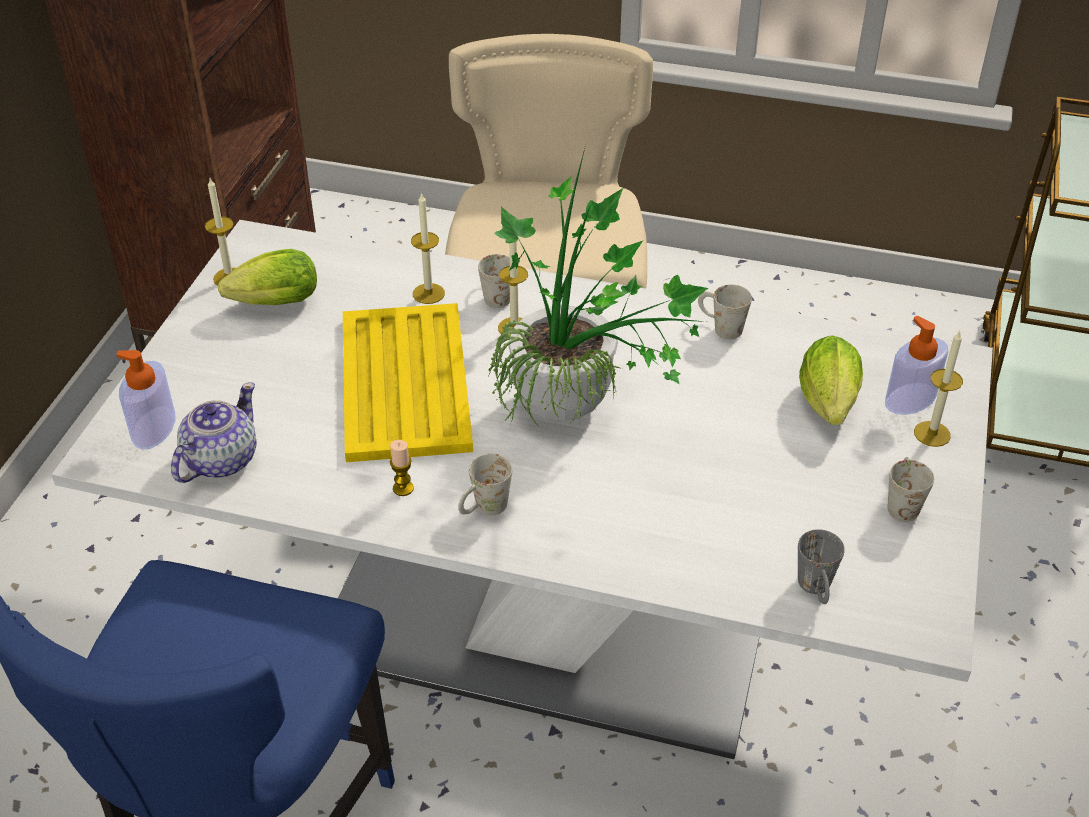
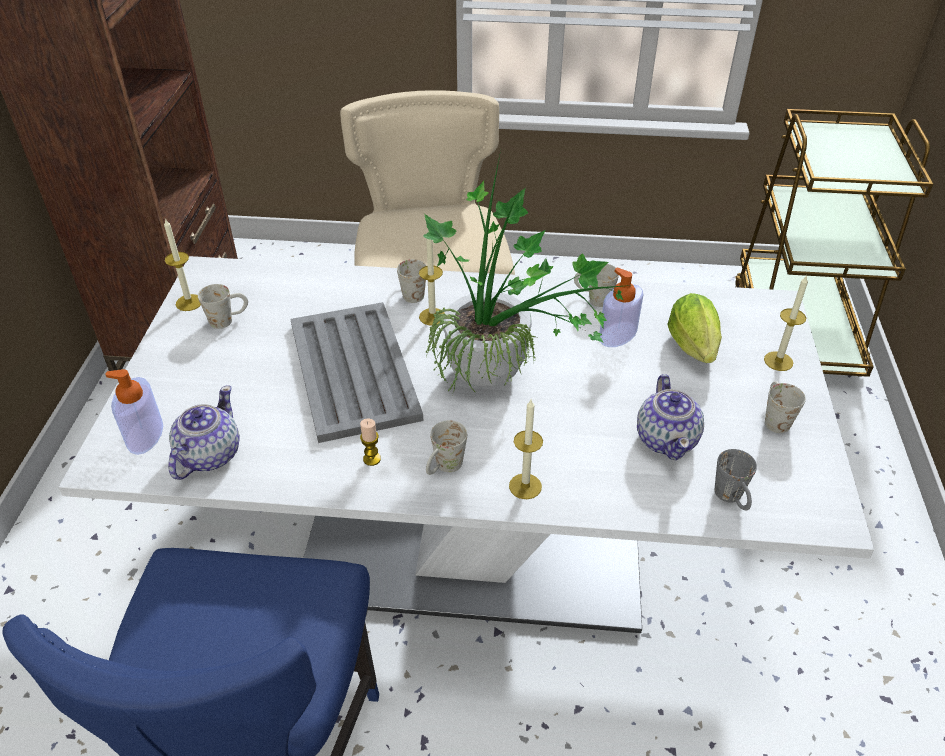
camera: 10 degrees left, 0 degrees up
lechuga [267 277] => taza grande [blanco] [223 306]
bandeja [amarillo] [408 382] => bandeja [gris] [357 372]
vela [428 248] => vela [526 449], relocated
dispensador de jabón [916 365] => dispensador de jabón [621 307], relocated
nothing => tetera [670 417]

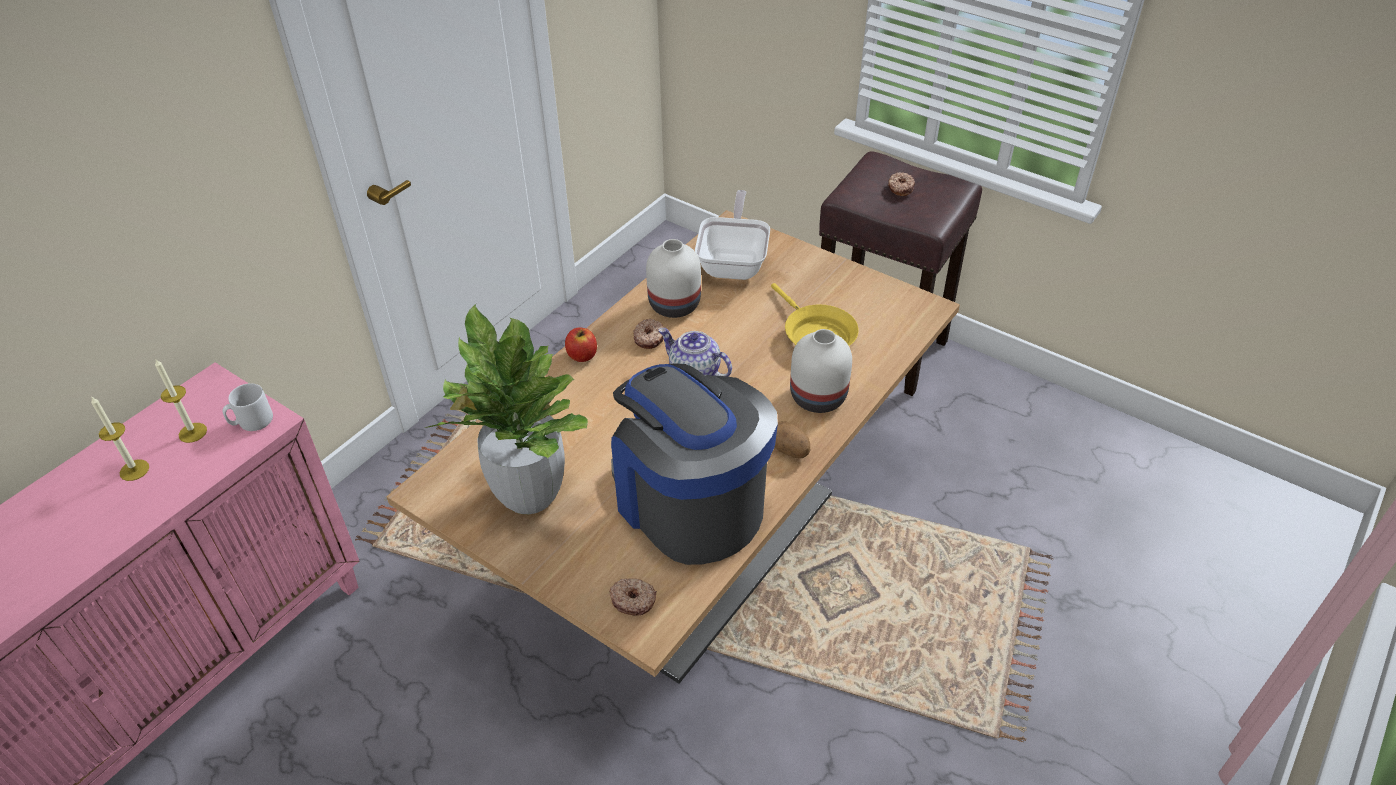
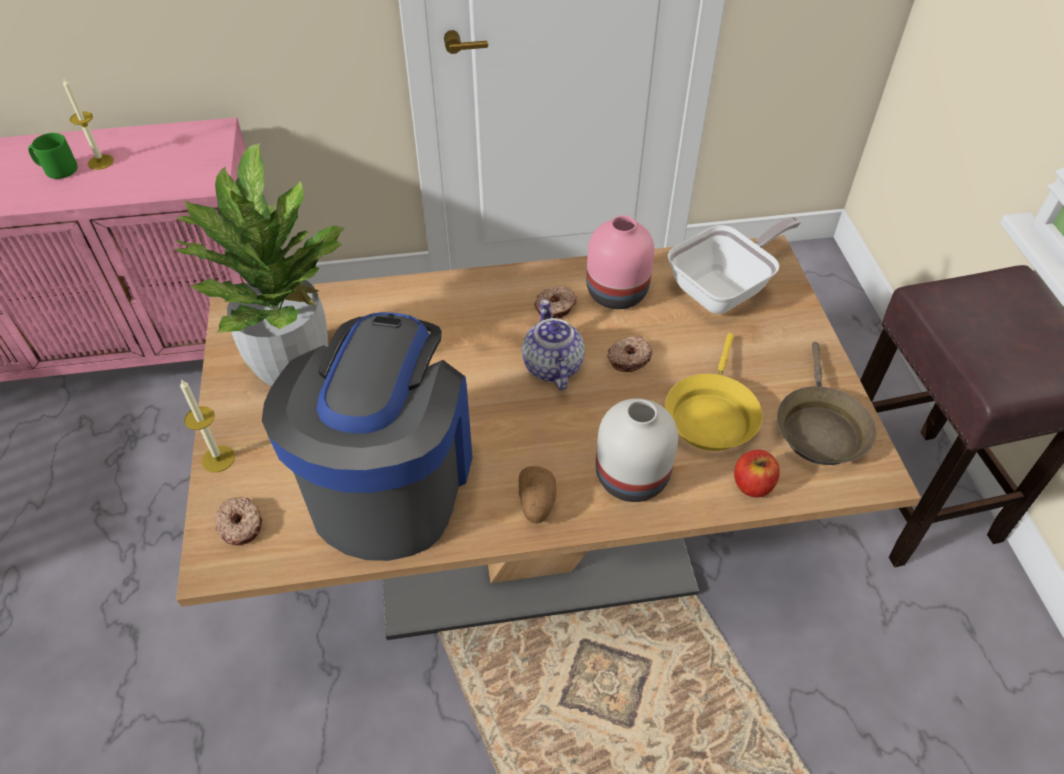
camera: 45 degrees right, 5 degrees up
vela [181 400] => vela [207 425], relocated
taza grande [gris] [248 407] => nothing
manzana [581 344] => manzana [757 473], relocated
florero [blanco] [673 278] => florero [rosa] [620 262]
rosquilla [901 184] => rosquilla [629 354], relocated
nothing => taza grande [verde] [53 156]
nothing => sartén [marrón] [827 403]

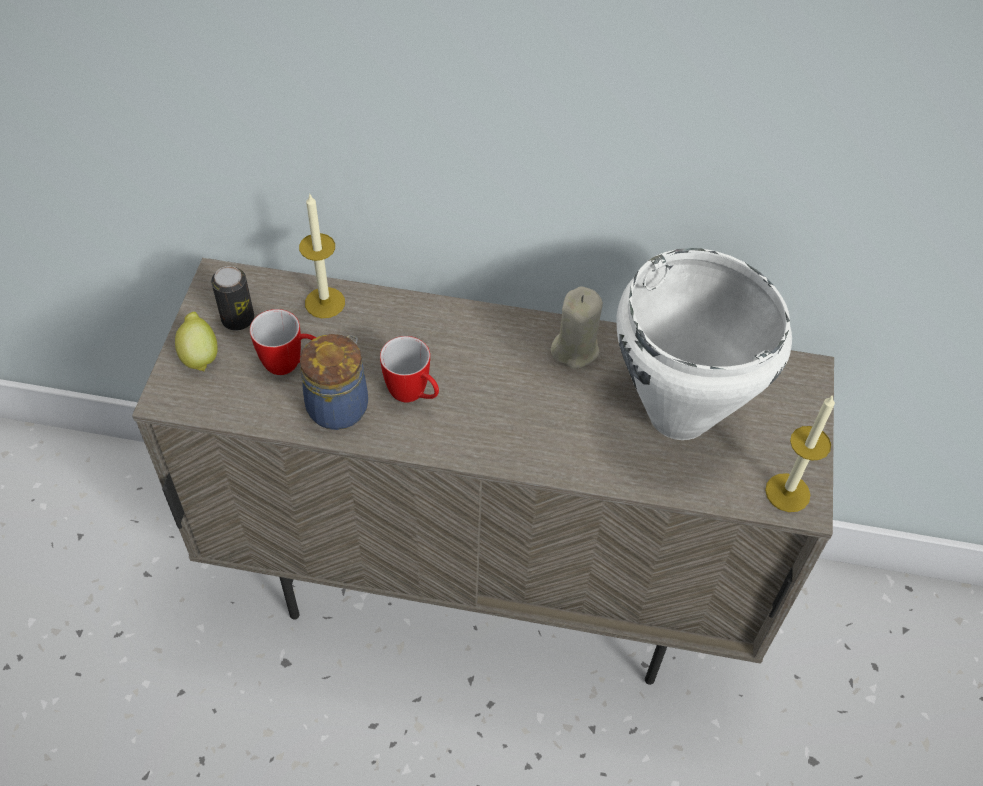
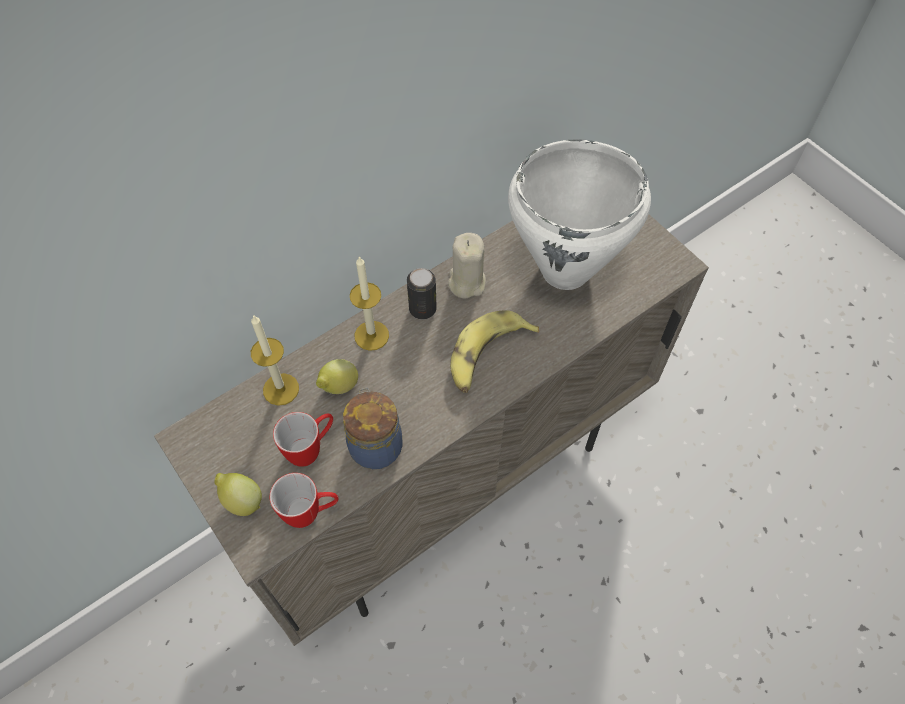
camera: 45 degrees left, 5 degrees up
lata [232 298] => lata [422 293], relocated
taza grande [409 369] => taza grande [304 500], relocated
vela [800 453] => vela [369 303], relocated
nothing => limón [337 376]
nothing => plátano [494 351]

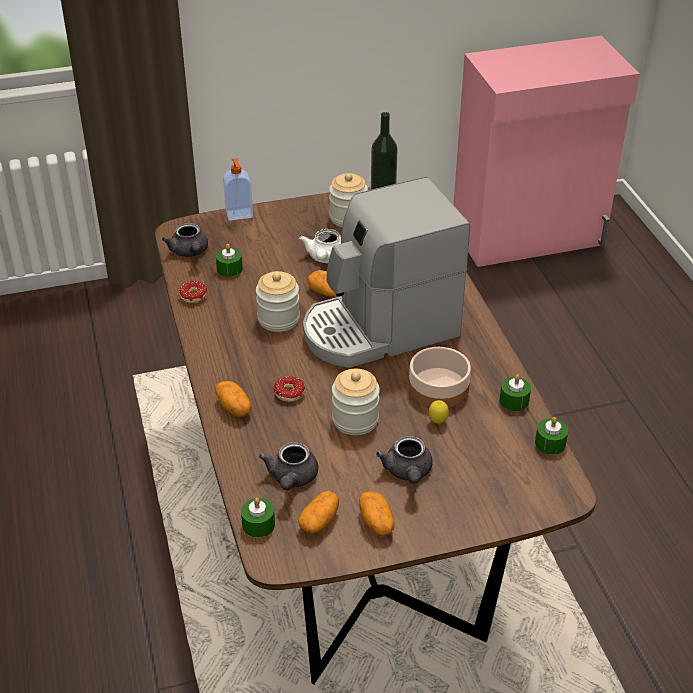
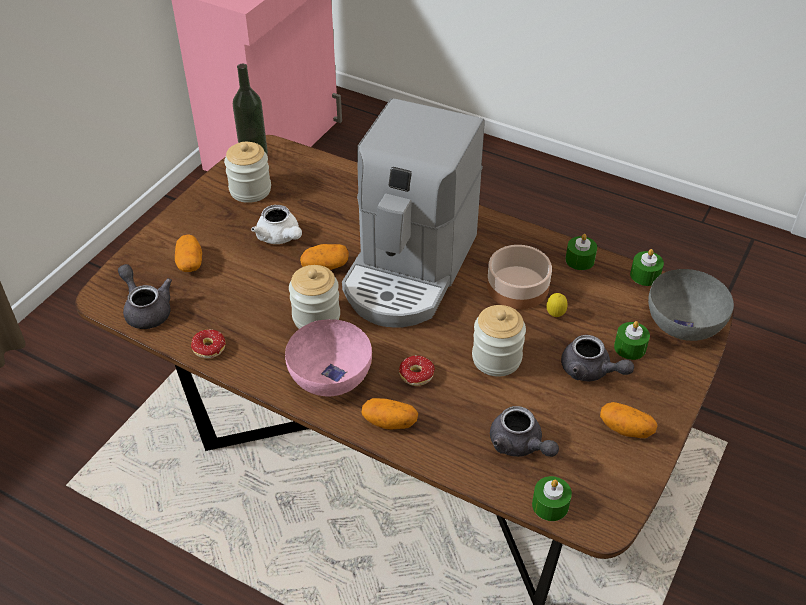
camera: 45 degrees left, 5 degrees up
tetera [gris] [185 240] => tetera [gris] [145 296], 150 degrees counterclockwise
vela [verde] [229 260] => vela [verde] [632 340], relocated
dispensador de jabón [238 189] => nothing
patata [318 512] => patata [188 253], relocated
nothing => cuenco [rosa] [328 357]
nothing => cuenco [gris] [691 305]

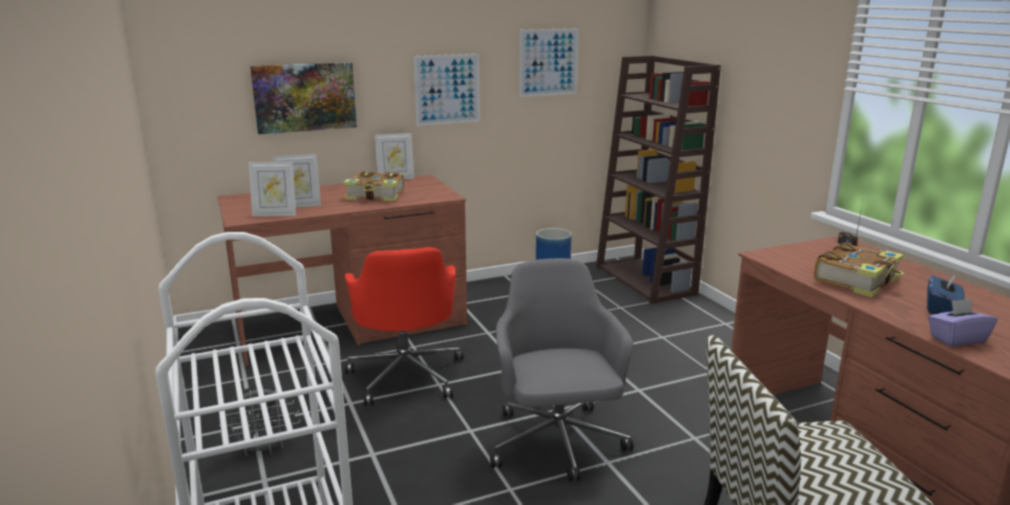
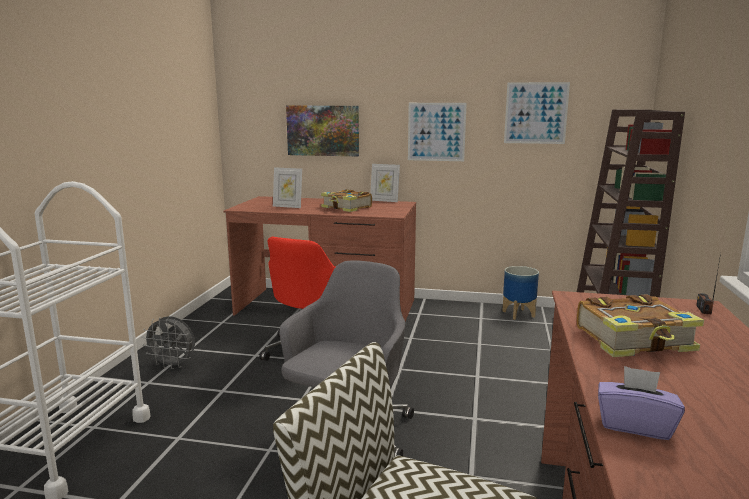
camera: 35 degrees right, 5 degrees down
portarretratos [272 189] => nothing
caja de pañuelos [azul] [946 294] => nothing

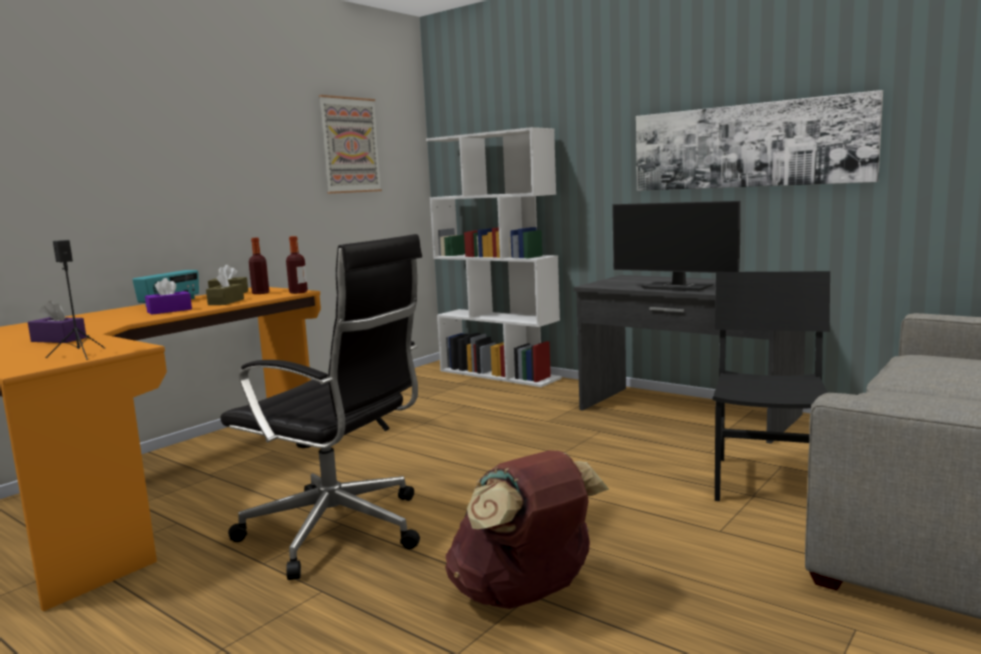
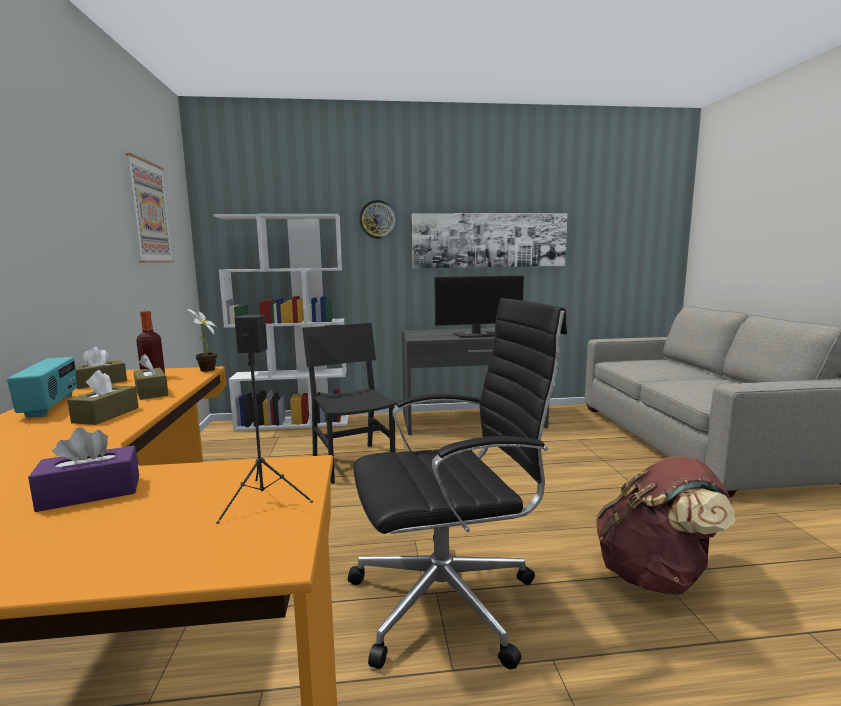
camera: 45 degrees left, 0 degrees up
caja de pañuelos [morado] [168 296] => caja de pañuelos [marrón] [103 397]
botella [297 265] => planta en maceta [202 340]
silla [negro] [771 386] => silla [negro] [349 403], relocated
nothing => reloj de pared [378 219]

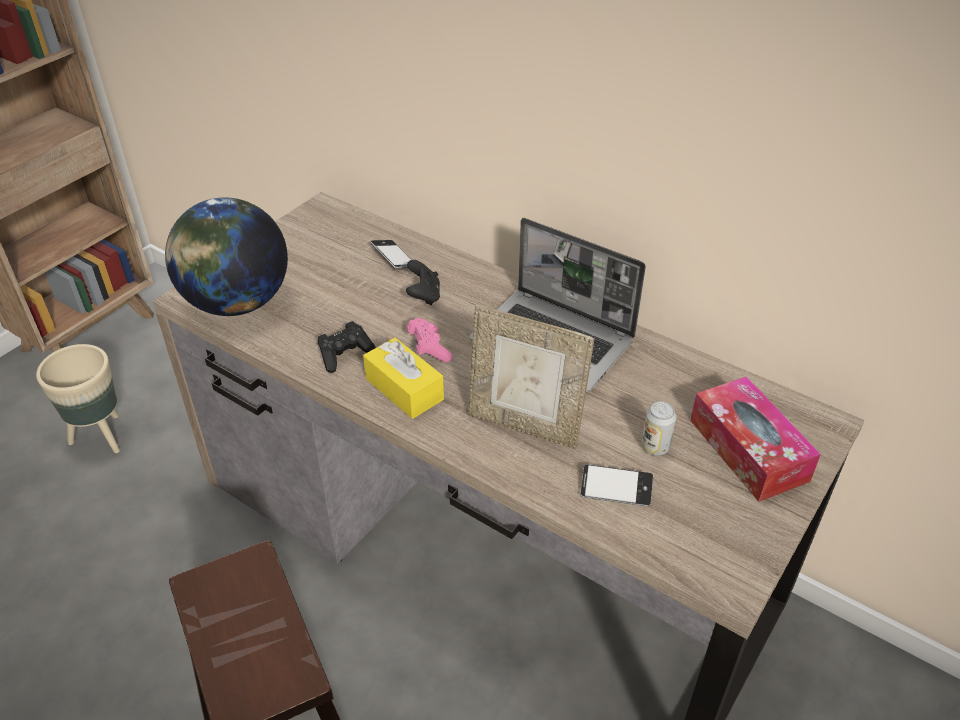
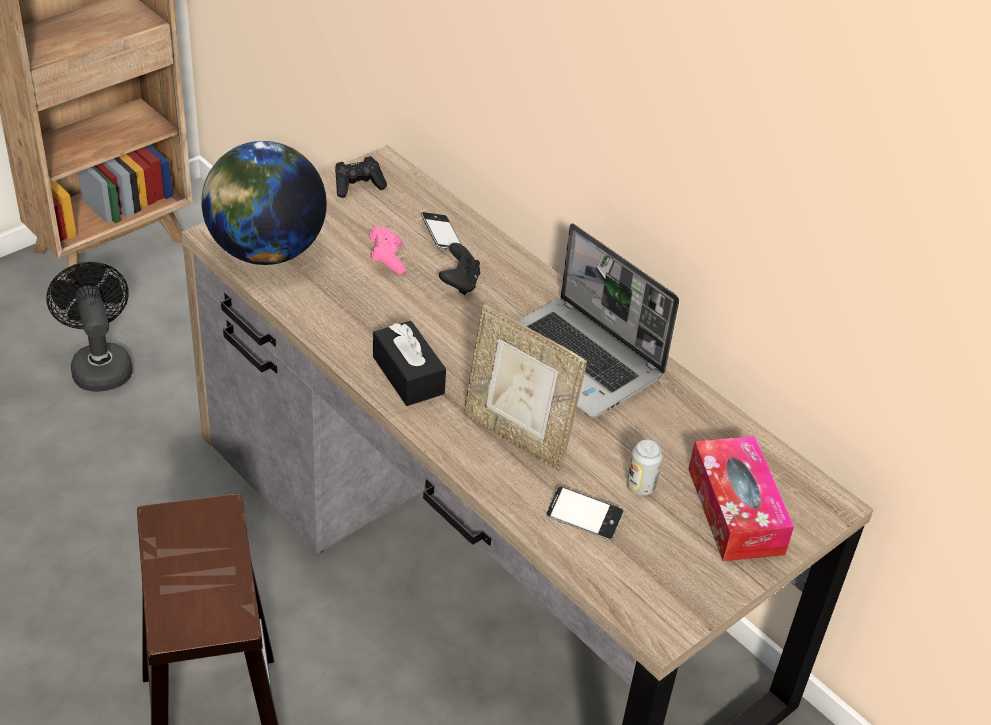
camera: 10 degrees right, 0 degrees up
maceta [beis] [78 398] => ventilador [negro] [89 327]
mando de consola [negro] [347 347] => mando de consola [negro] [361 177], relocated
caja de pañuelos [amarillo] [403 378] => caja de pañuelos [negro] [409 363]
mando de consola [rosa] [429 340] => mando de consola [rosa] [387 251], relocated

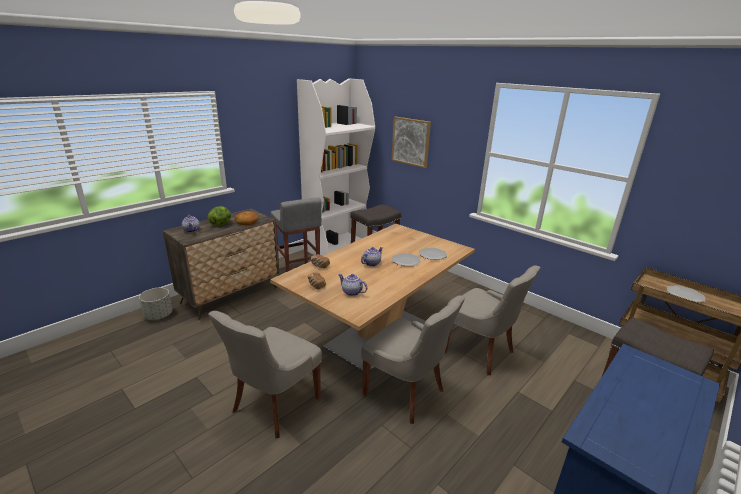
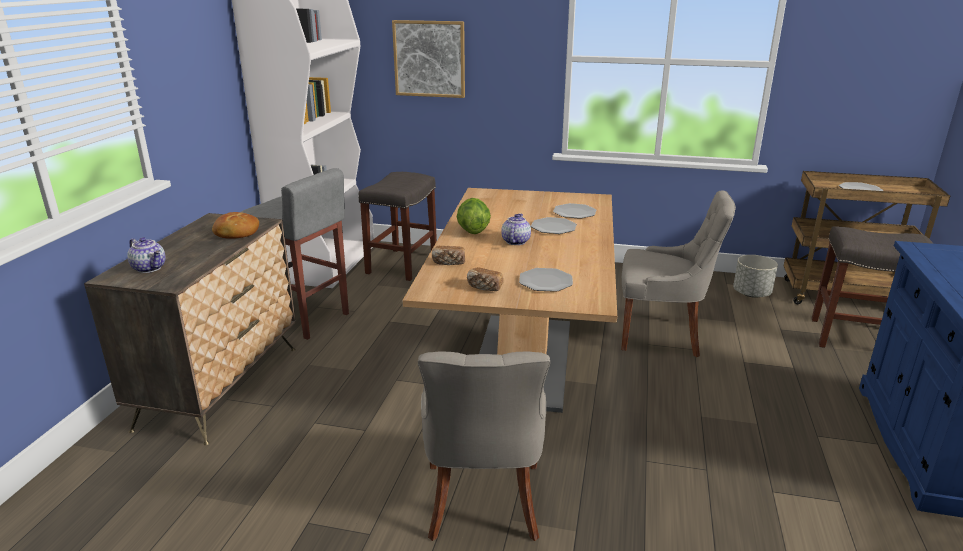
camera: 30 degrees left, 0 degrees up
maceta [gris] [156 304] => maceta [gris] [755 276], relocated
lechuga [219 216] => lechuga [474 216], relocated
tetera [352 285] => plato [546 280]
silla [gris] [413 359] => nothing

